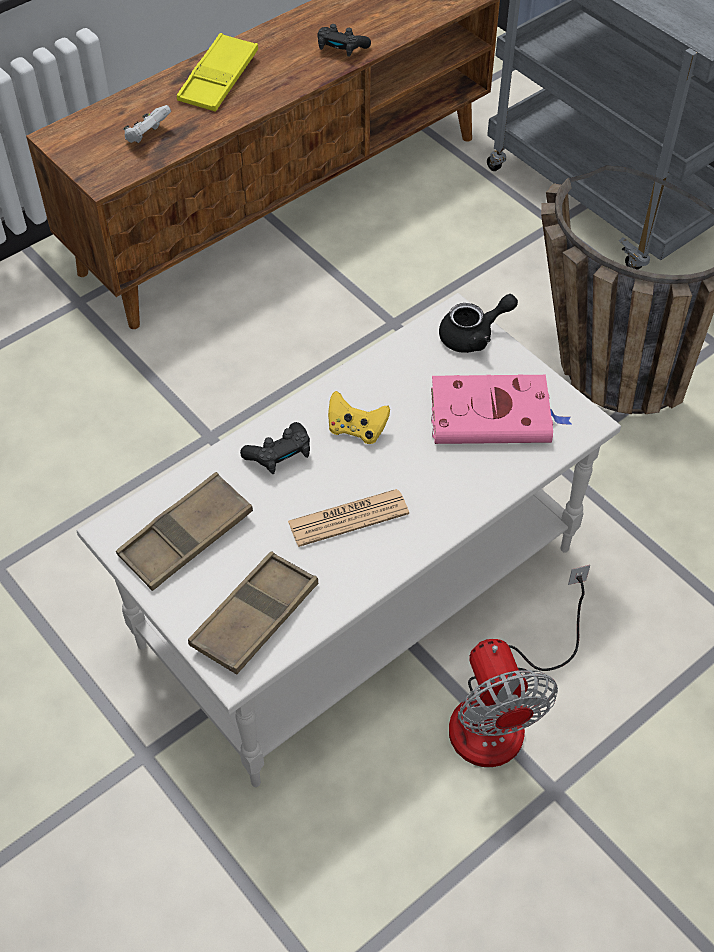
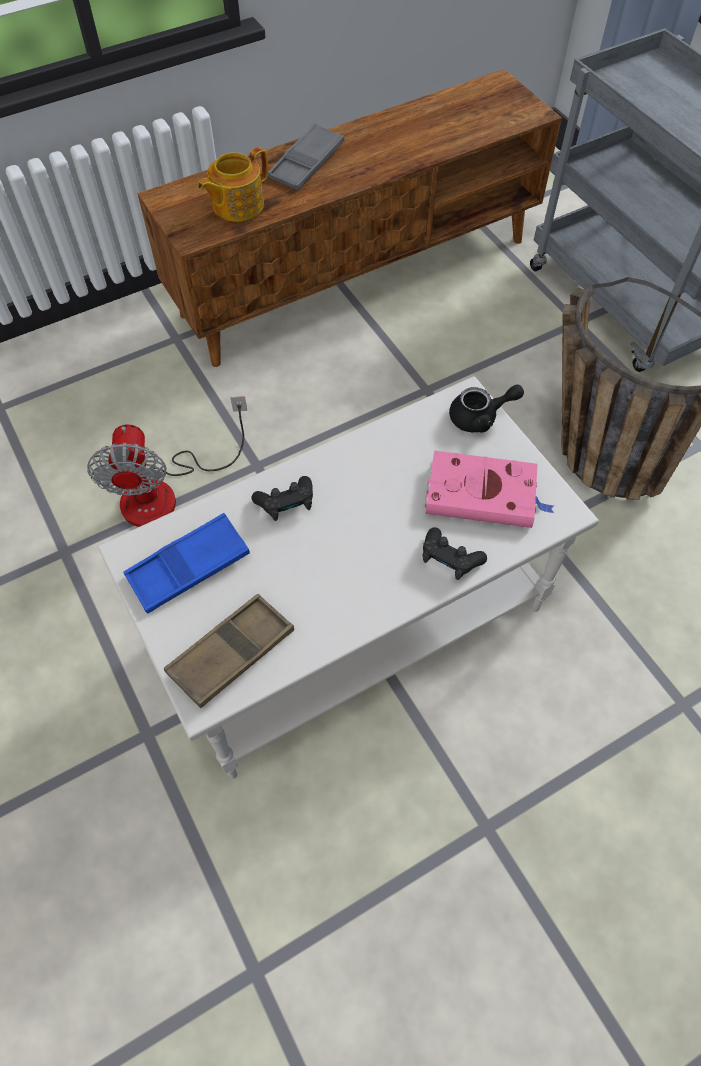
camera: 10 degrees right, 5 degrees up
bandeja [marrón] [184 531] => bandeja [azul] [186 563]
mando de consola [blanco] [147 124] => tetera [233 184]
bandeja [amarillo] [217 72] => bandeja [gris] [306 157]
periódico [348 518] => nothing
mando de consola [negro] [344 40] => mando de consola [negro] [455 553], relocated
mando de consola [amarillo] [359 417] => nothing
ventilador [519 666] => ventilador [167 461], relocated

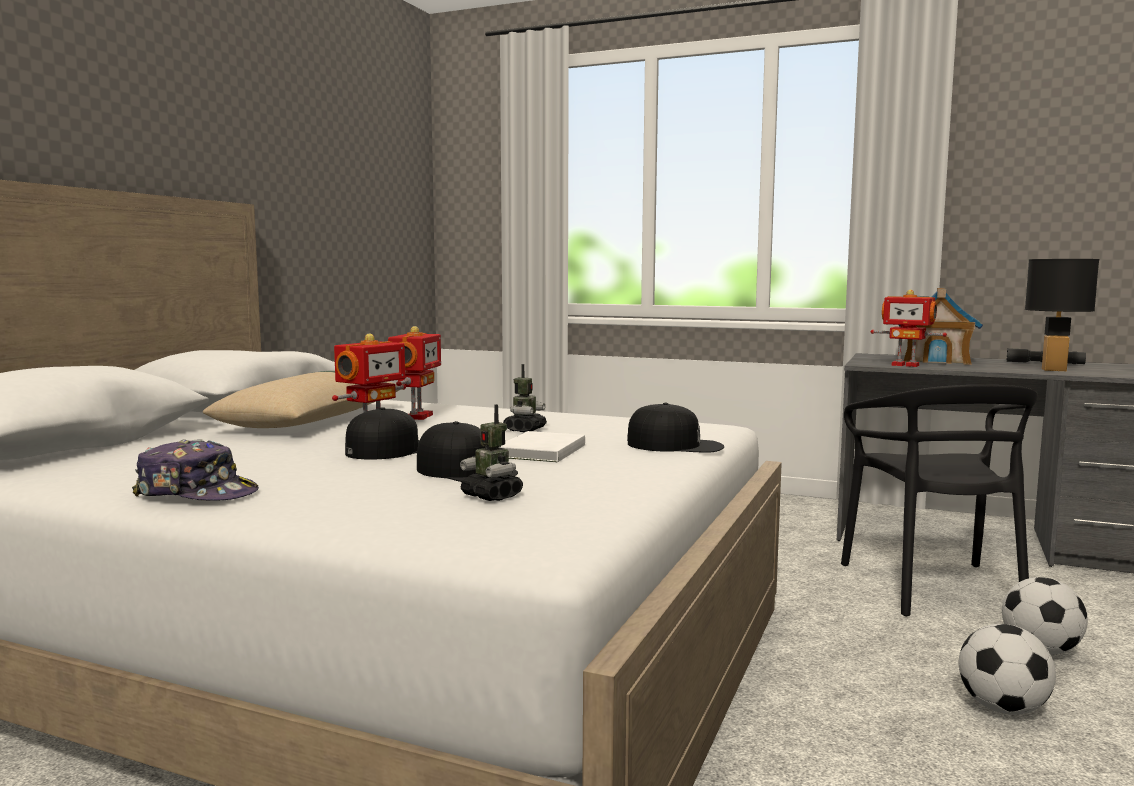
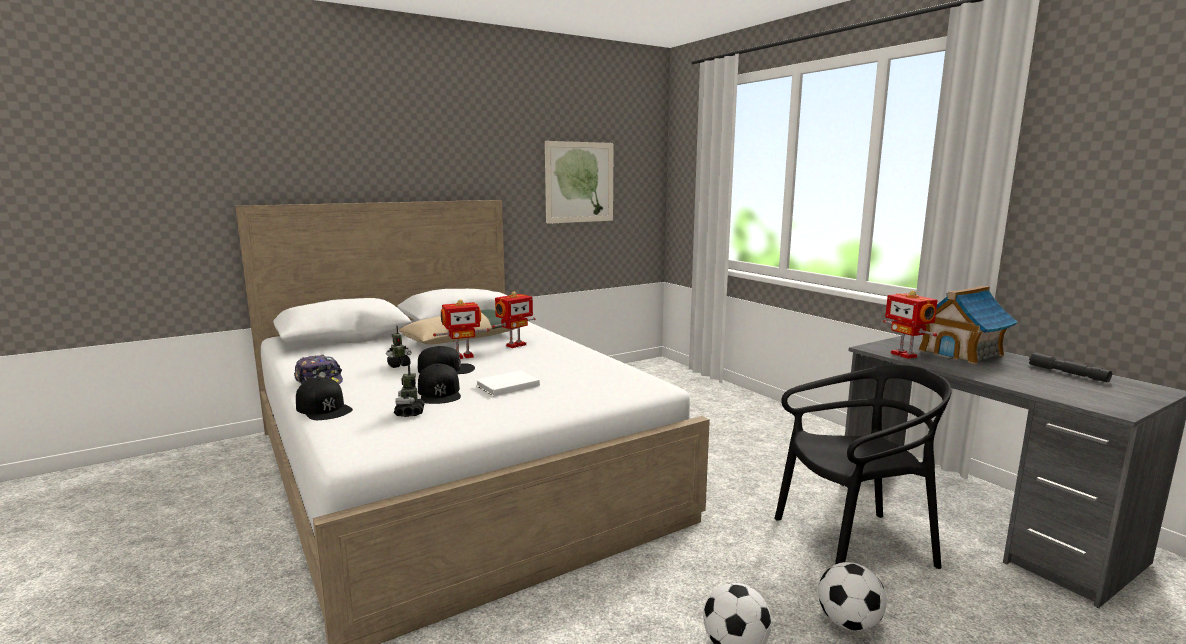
camera: 35 degrees right, 5 degrees up
robot de juguete [525 398] => robot de juguete [399 346], relocated
gorra [negro] [675 428] => gorra [negro] [324 399], relocated
silla [negro] [939 500] => silla [negro] [863 467], 135 degrees counterclockwise
lámpara de mesa [negro] [1062 315] => nothing
nothing => cuadro [579 182]

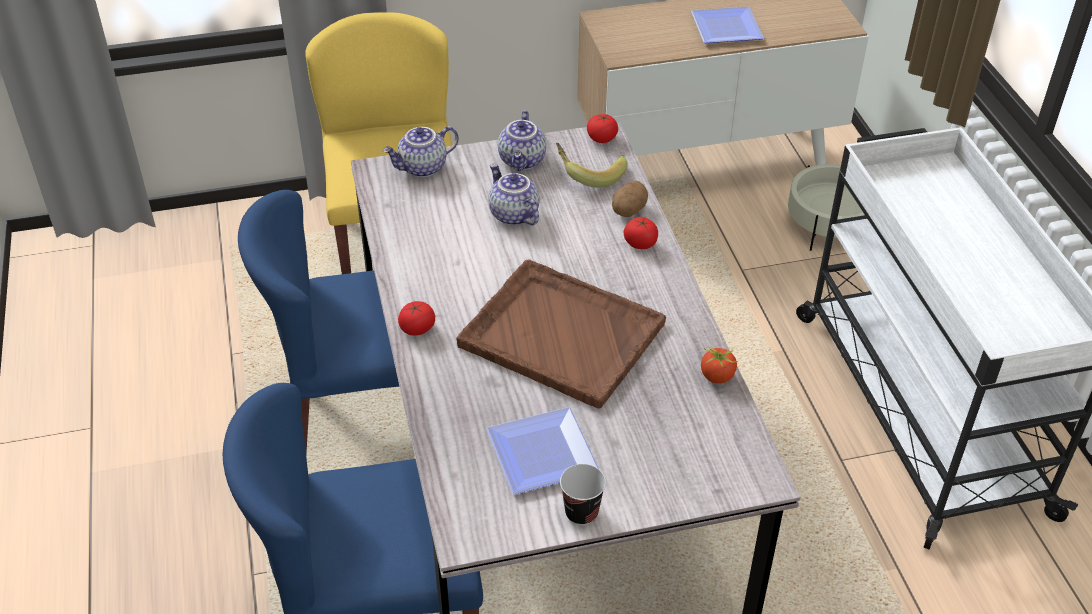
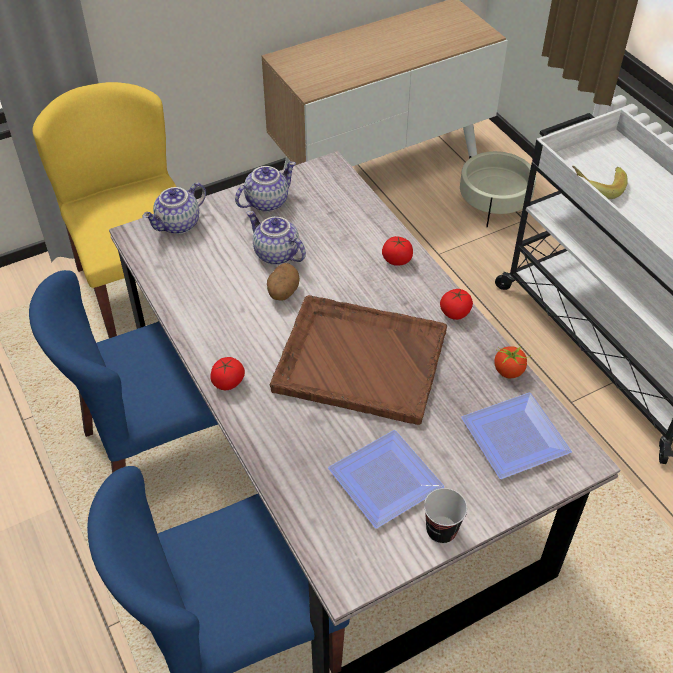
camera: 15 degrees left, 5 degrees up
tetera [522 140] => tetera [265 187], 120 degrees counterclockwise
plátano [591 165] => plátano [600 182], relocated
tomate [602 128] => tomate [456 304], relocated
patata [630 199] => patata [283 282], relocated
plato [727 25] => plato [516 435], relocated

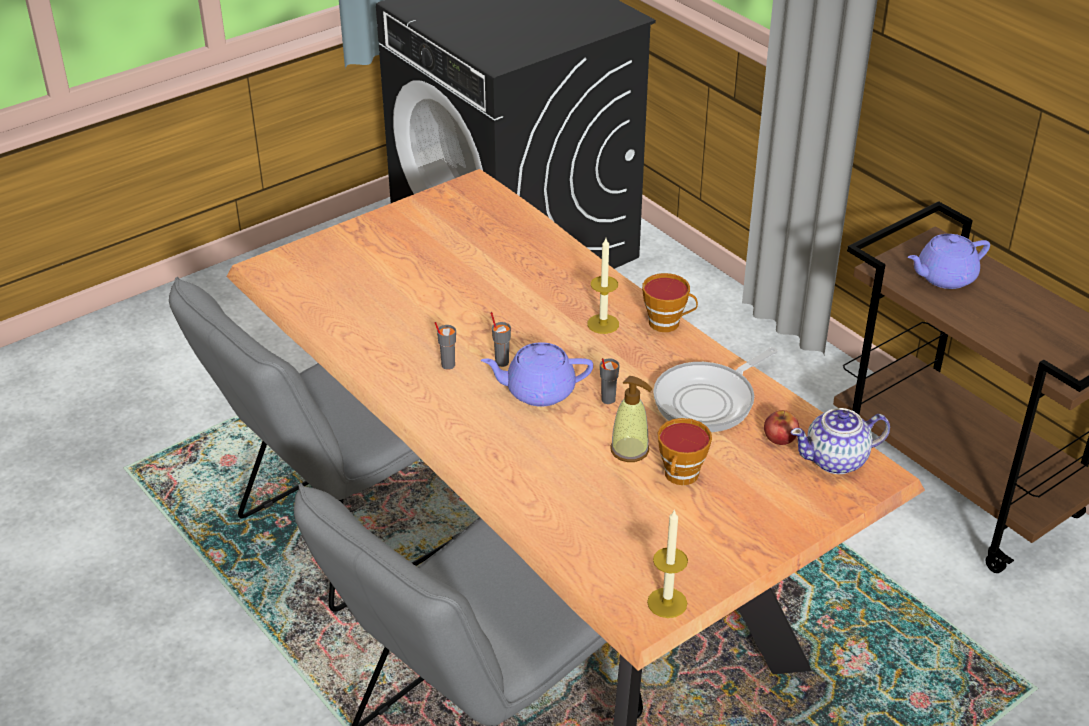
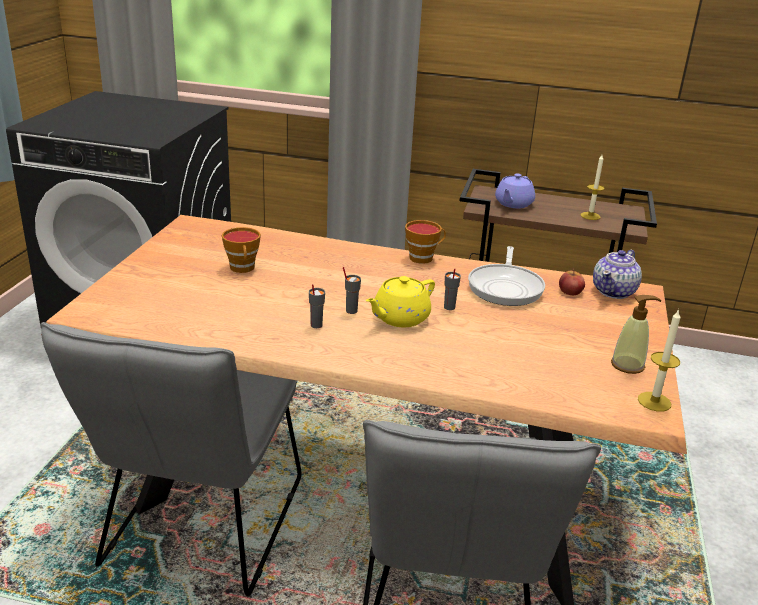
camera: 40 degrees left, 10 degrees down
tetera [morado] [537 374] => tetera [amarillo] [400 301]
vela [603 286] => vela [592 187], relocated
dispensador de jabón [631 419] => dispensador de jabón [636 334], relocated
taza [684 451] => taza [241 250], relocated

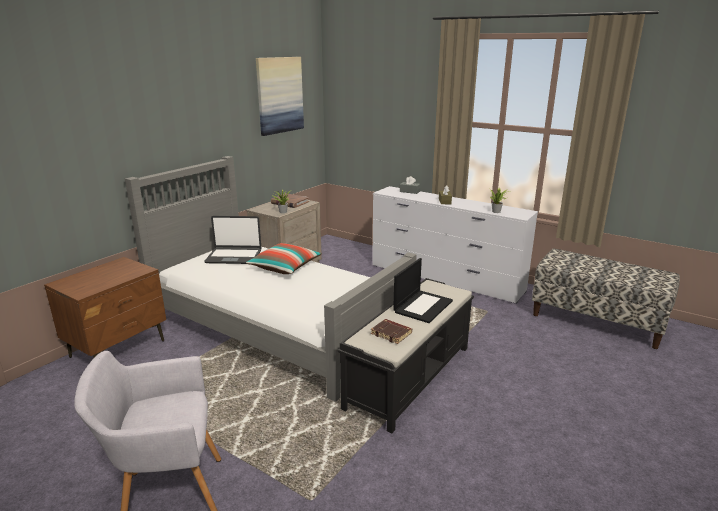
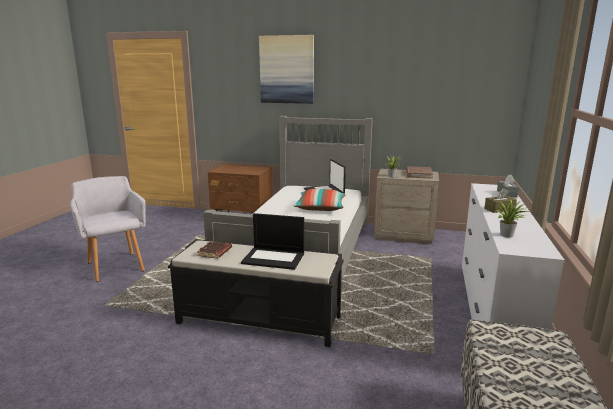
camera: 70 degrees right, 5 degrees down
cuadro [280 96] => cuadro [286 69], relocated

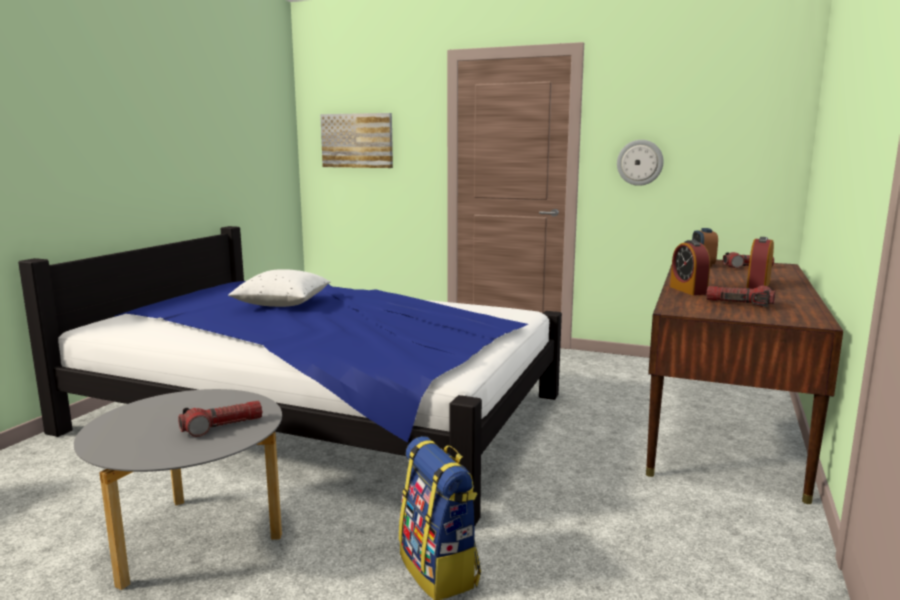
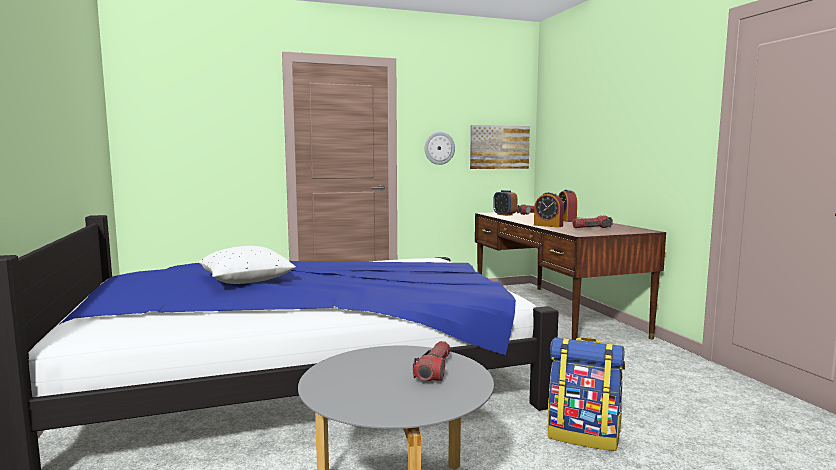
camera: 40 degrees left, 5 degrees down
cuadro [356 140] => cuadro [500 147], relocated

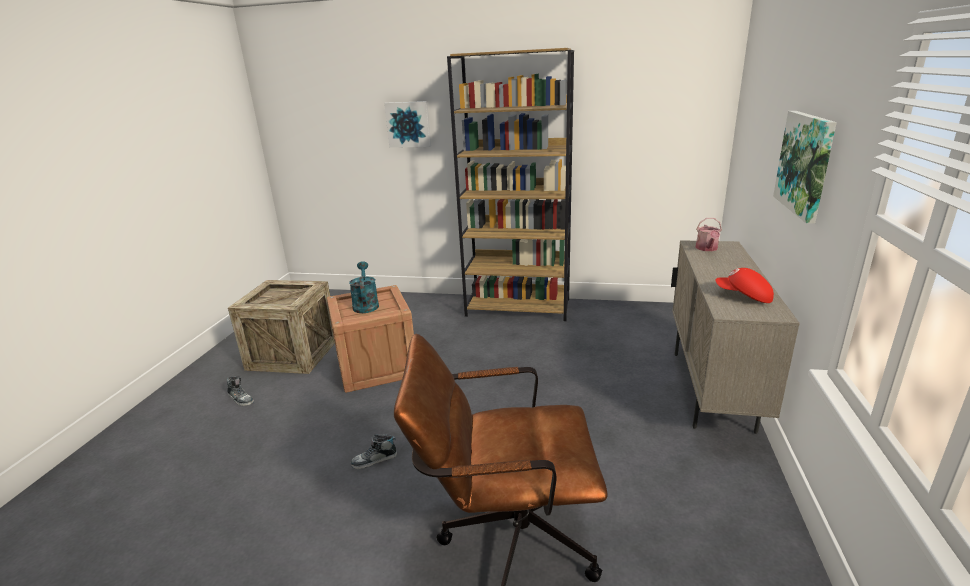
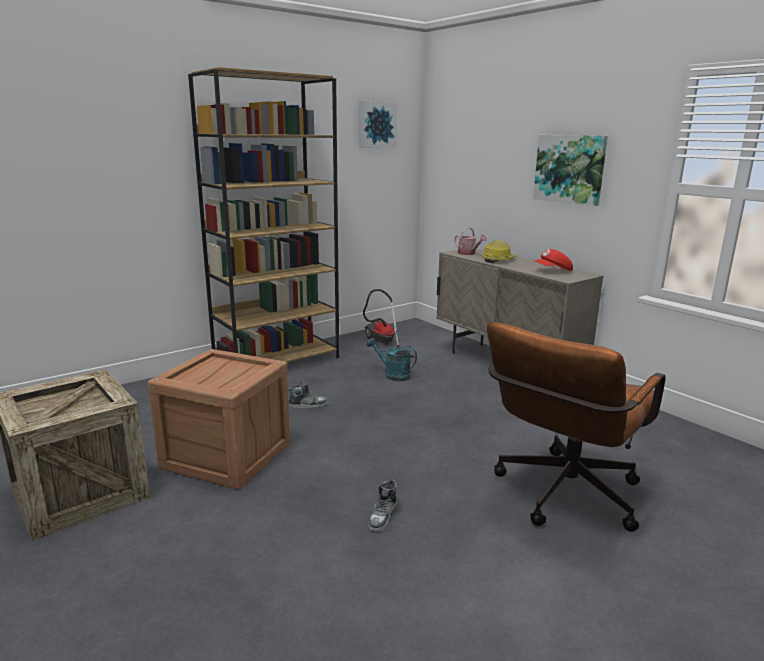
camera: 50 degrees left, 5 degrees down
zapato [240 391] => zapato [308 395], relocated
regadera [turquesa] [364 287] => regadera [turquesa] [392 359], relocated
cuadro [407 124] => cuadro [378 124], relocated
nothing => aspiradora [389 323]
nothing => casco [499 251]

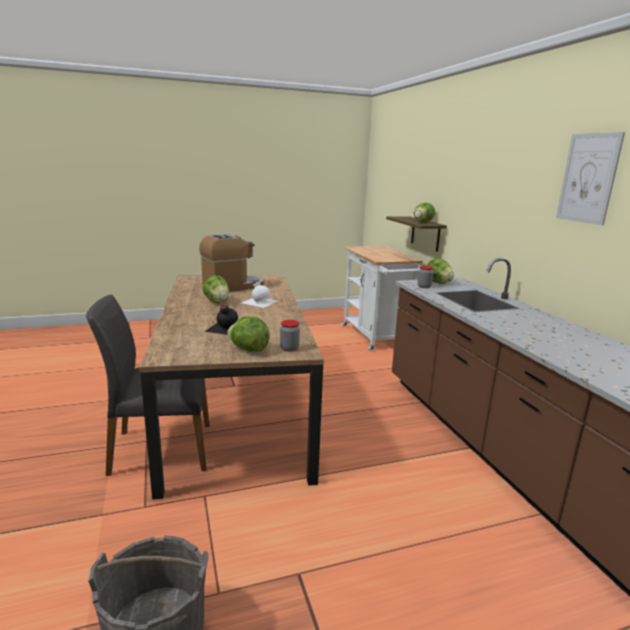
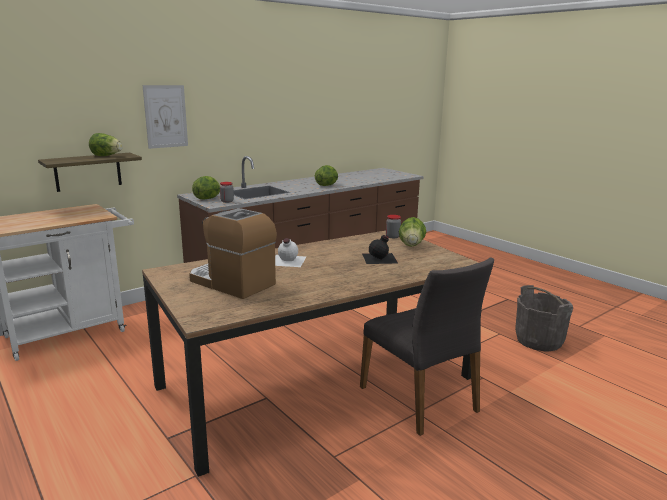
camera: 110 degrees left, 0 degrees up
lechuga [216 289] => lechuga [326 175], relocated
cuadro [590 178] => cuadro [165 117], relocated

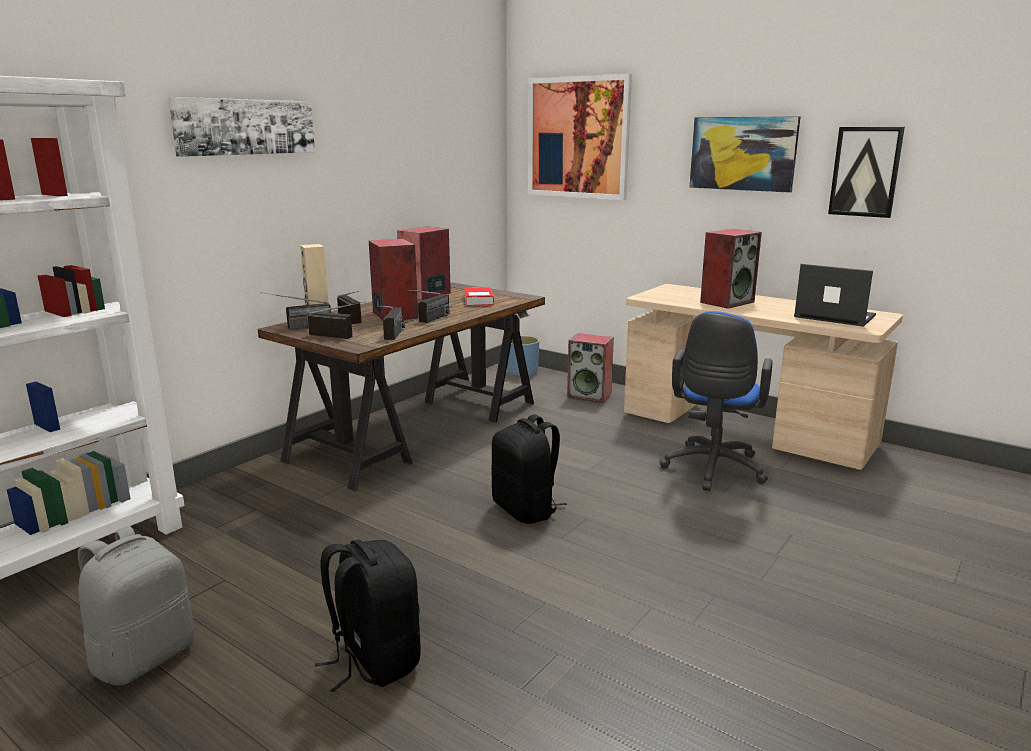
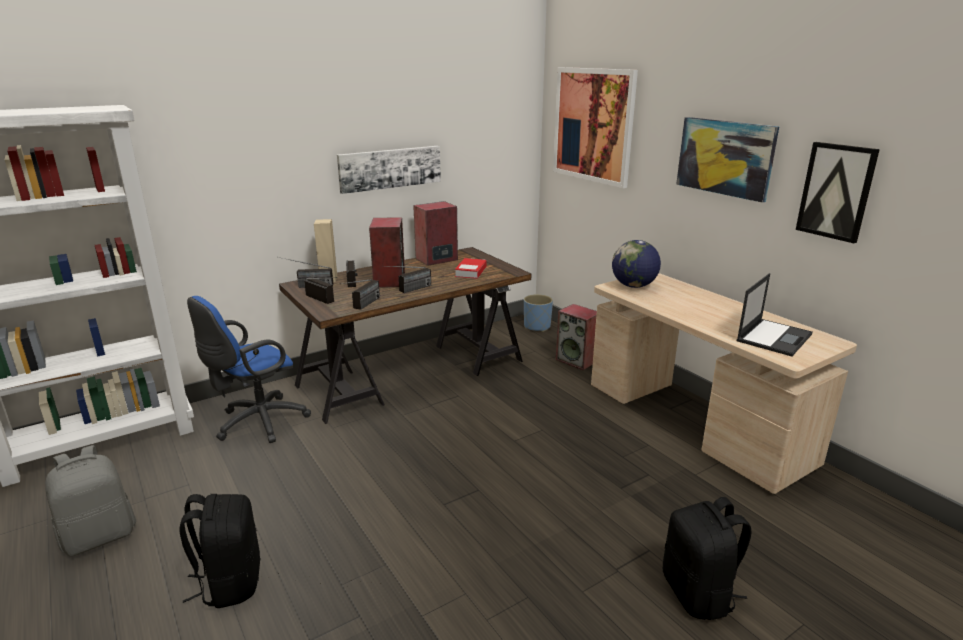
camera: 20 degrees right, 5 degrees up
cuadro [241 127] => cuadro [389 170], relocated
mochila [negro] [529 469] => mochila [negro] [707 558], relocated
silla de oficina [azul] [715 401] => silla de oficina [azul] [249 369], relocated
altavoz [731 269] => nothing
portátil [835 295] => portátil [774 314], 75 degrees clockwise
nothing => globo terráqueo [636 264]

